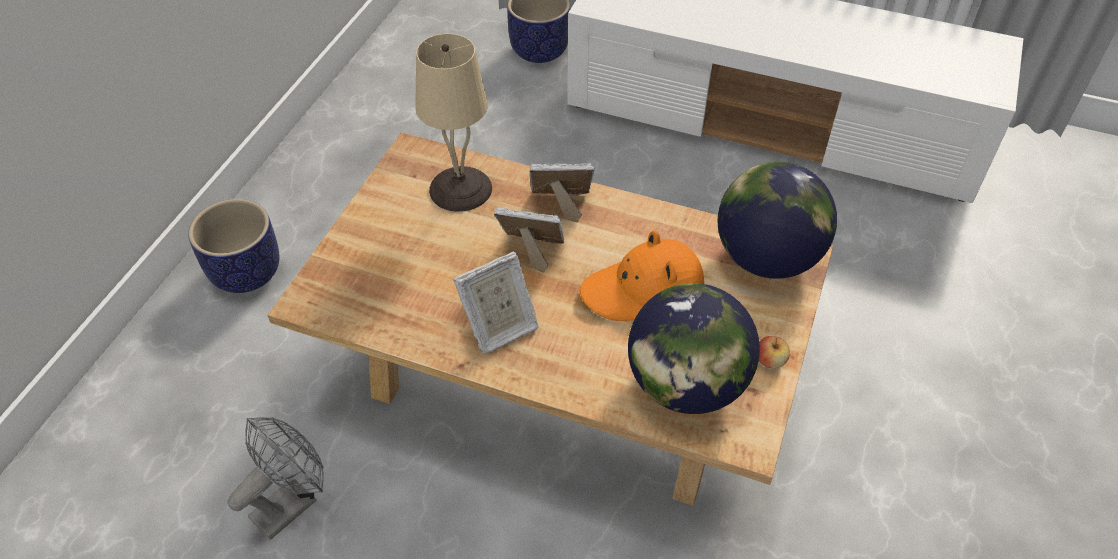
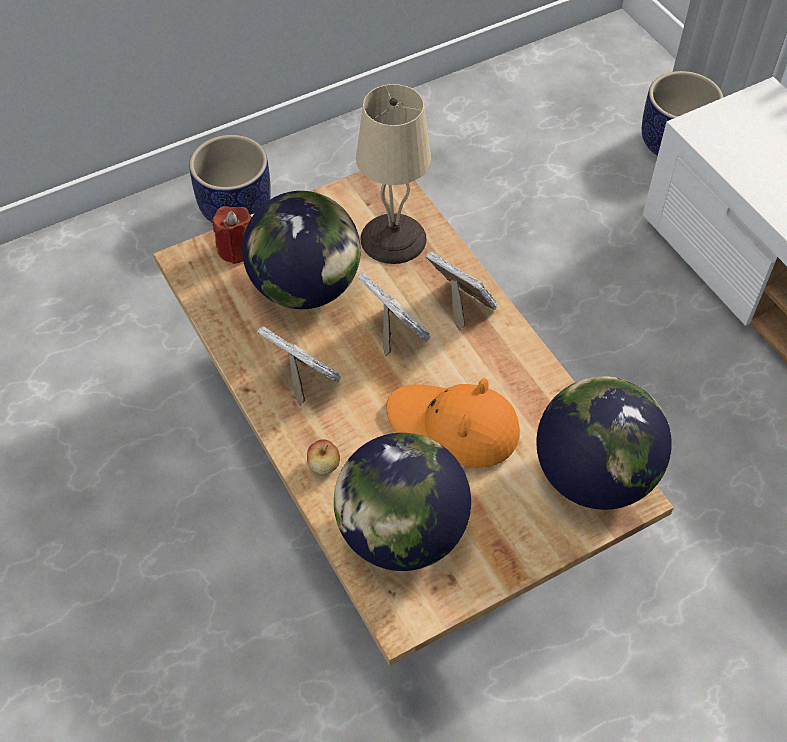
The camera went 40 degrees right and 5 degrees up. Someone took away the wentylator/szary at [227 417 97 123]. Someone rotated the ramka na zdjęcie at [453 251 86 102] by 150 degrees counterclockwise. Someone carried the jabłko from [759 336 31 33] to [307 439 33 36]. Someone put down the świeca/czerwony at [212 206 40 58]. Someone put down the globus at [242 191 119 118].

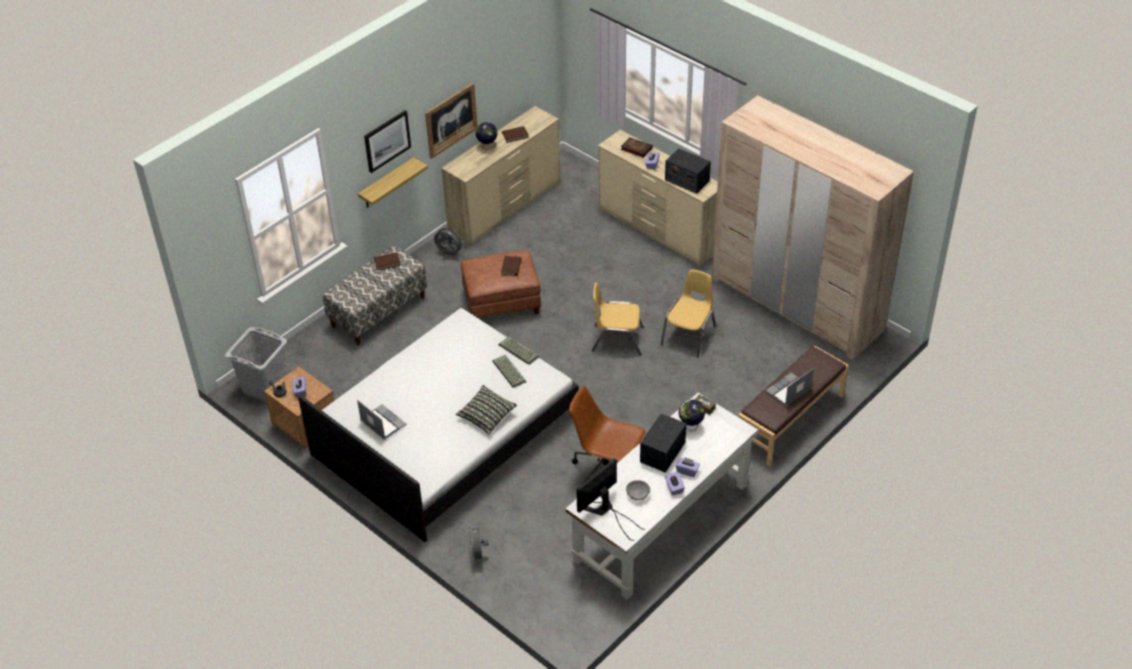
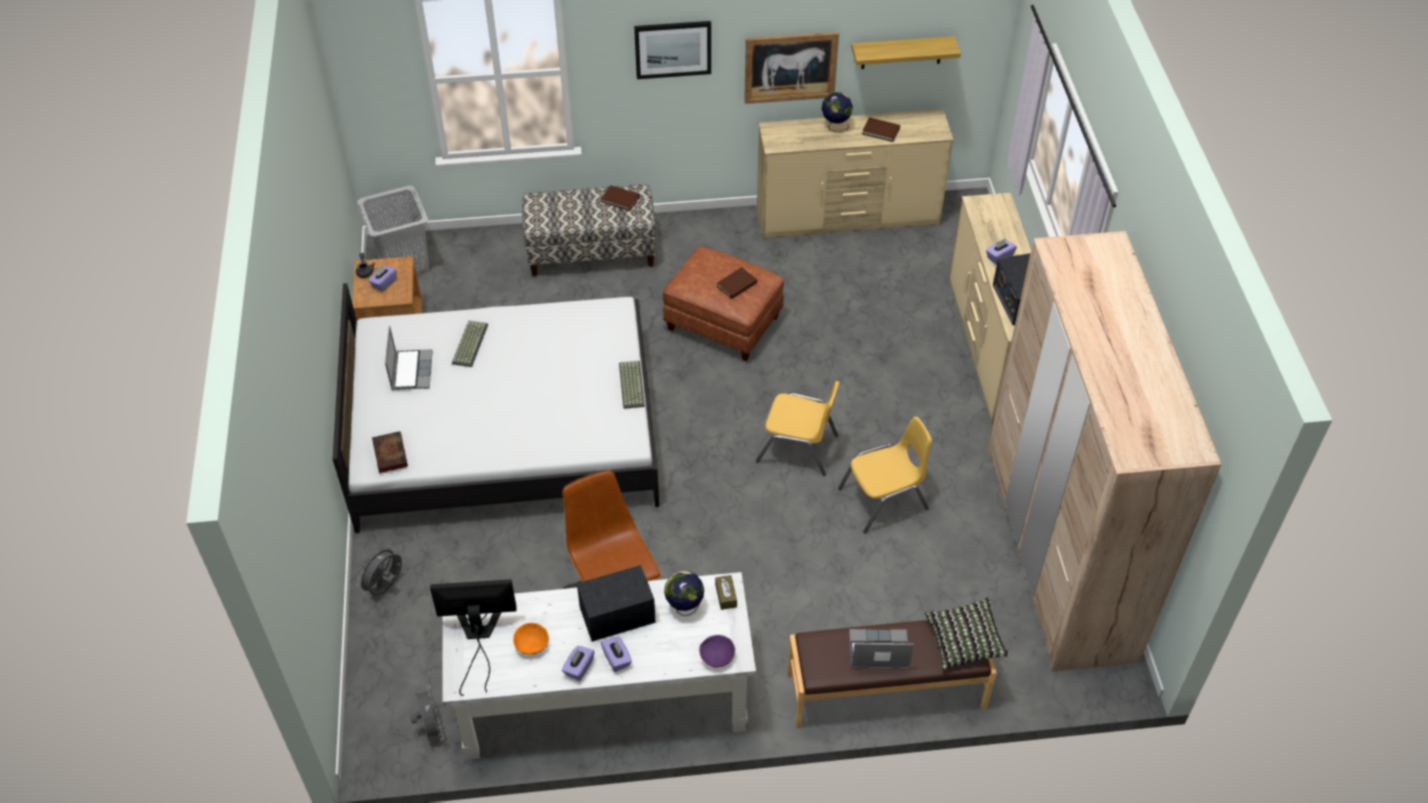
The camera went 40 degrees right and 5 degrees up. Someone carried the półka from [358 157 70 51] to [851 36 110 33]. Someone carried the wentylator/szary from [434 226 30 29] to [410 684 34 57]. Someone carried the poduszka from [456 385 61 50] to [925 597 84 73]. Someone carried the klawiatura from [492 355 34 33] to [452 321 36 46]. Someone rotated the krzesło/żółty at [592 283 52 72] by 150 degrees clockwise. Someone carried the książka from [621 137 32 21] to [372 431 36 42]. Someone repainted the miska/szary at [626 480 24 20], which became the miska/pomarańczowy at [513 623 36 32]. Someone put down the miska/fioletowy at [699 635 36 33].

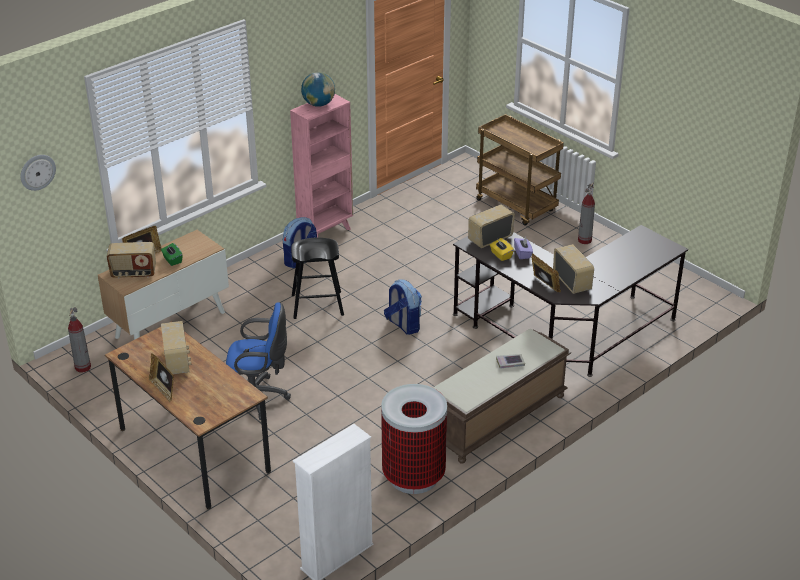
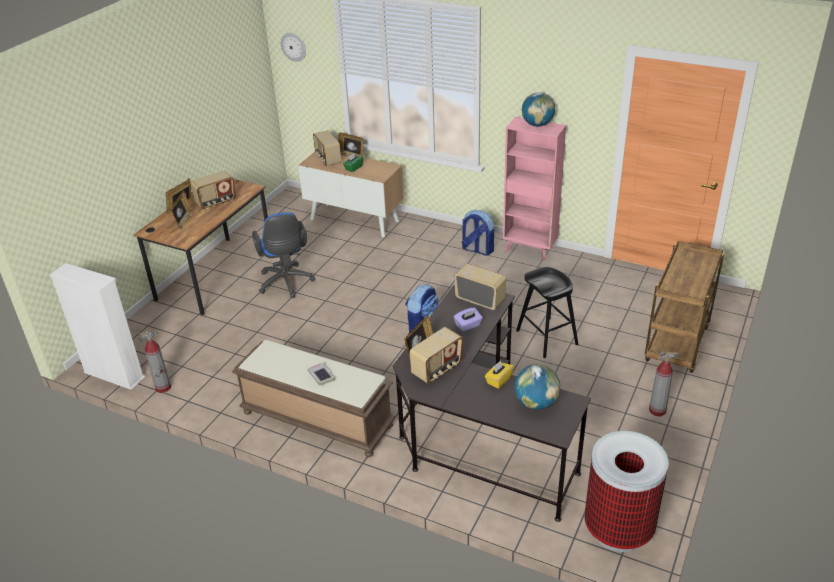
The camera went 70 degrees right and 0 degrees up. Someone carried the gaśnica from [68 307 23 65] to [138 331 33 62]. Someone carried the stołek/czarny from [291 238 53 81] to [516 267 62 91]. Someone carried the kosz na śmieci from [381 384 66 110] to [585 431 84 121]. Someone carried the pudełko chusteczek/żółty from [490 238 24 23] to [485 360 29 29]. Someone put down the ramka na zdjęcie at [171 191 23 39]. Someone put down the globus at [515 364 45 46].

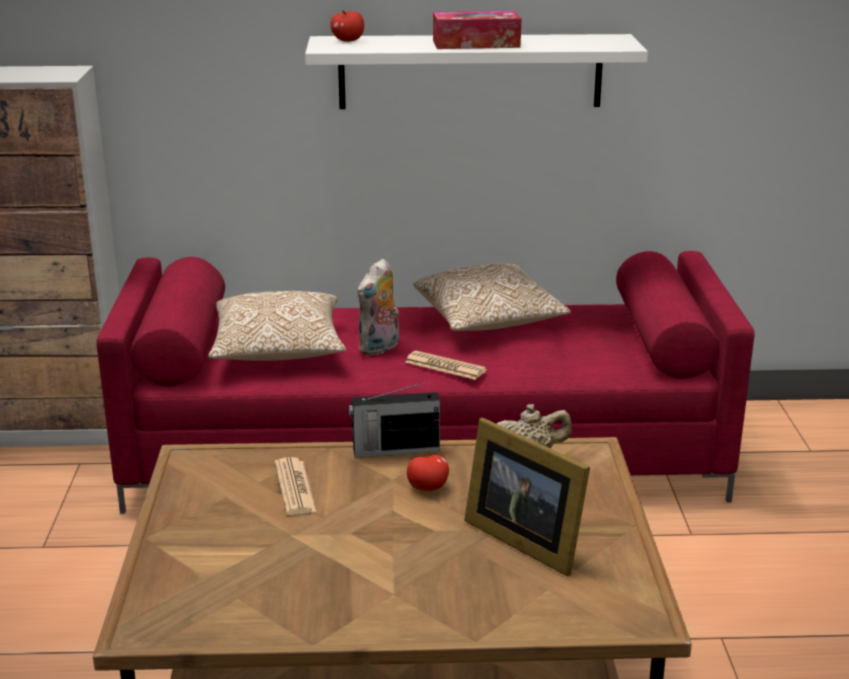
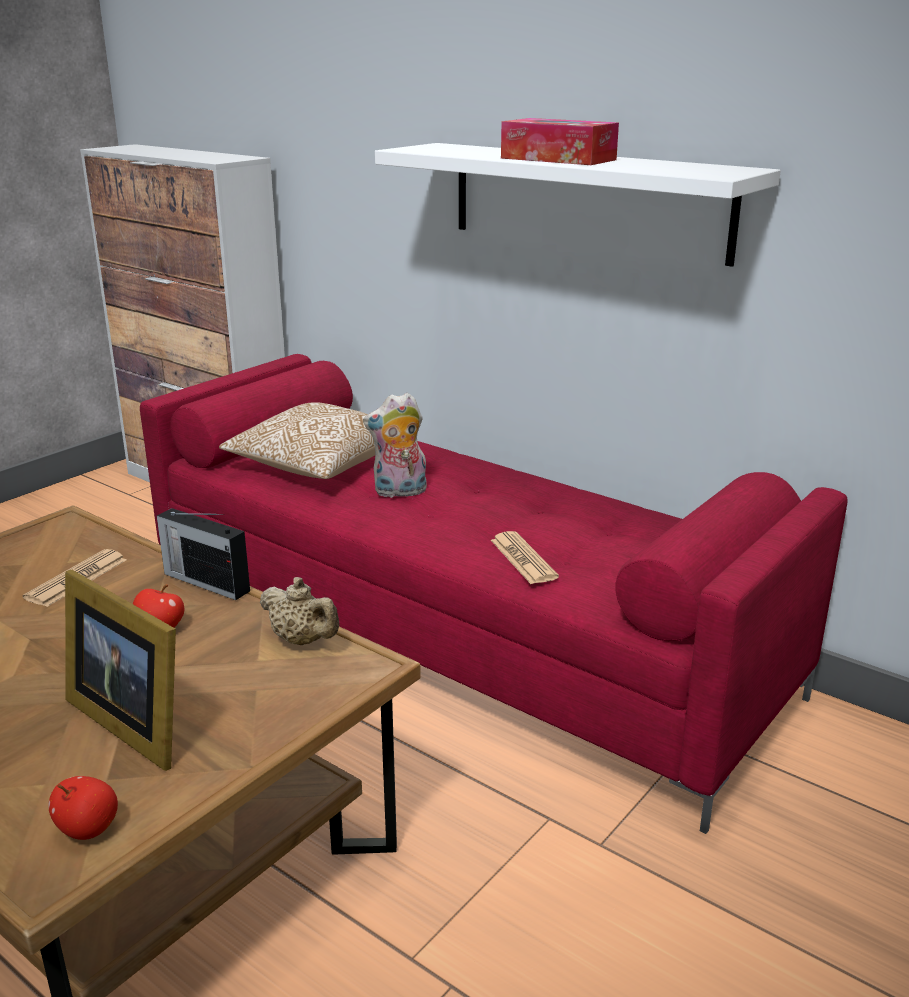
The camera went 40 degrees right and 0 degrees up. Someone carried the jabłko from [330 10 34 32] to [48 776 70 64]. Someone carried the gazeta from [405 351 82 29] to [491 531 68 53]. Someone took away the poduszka at [413 264 158 67]. Someone rotated the ramka na zdjęcie at [464 418 126 159] by 45 degrees counterclockwise.

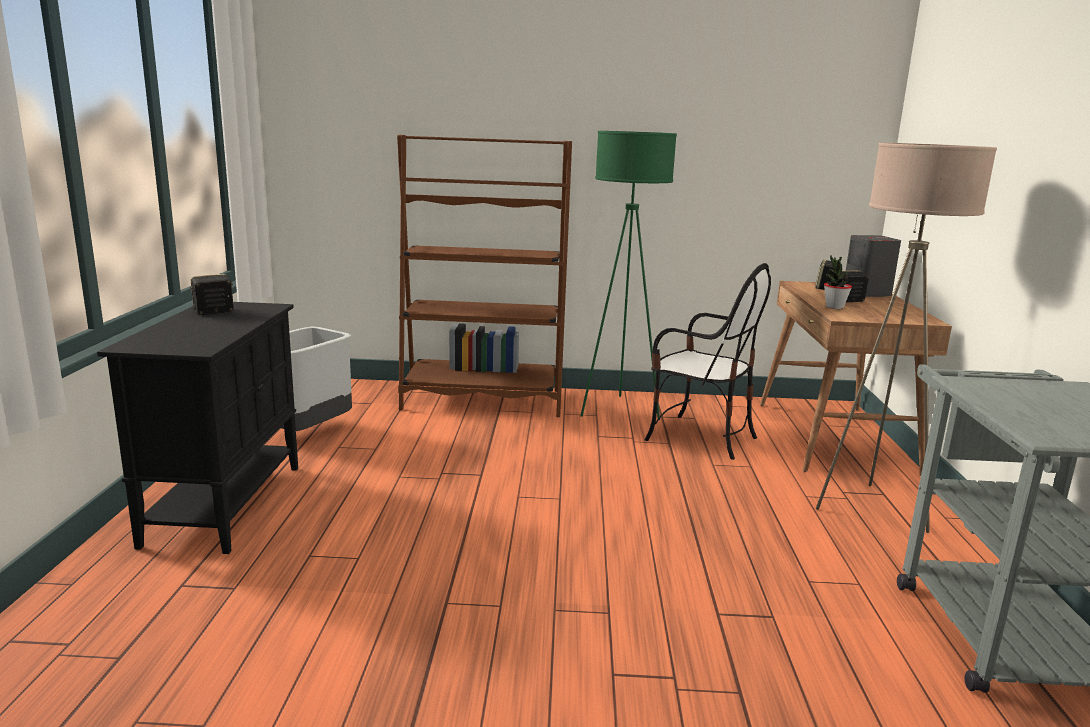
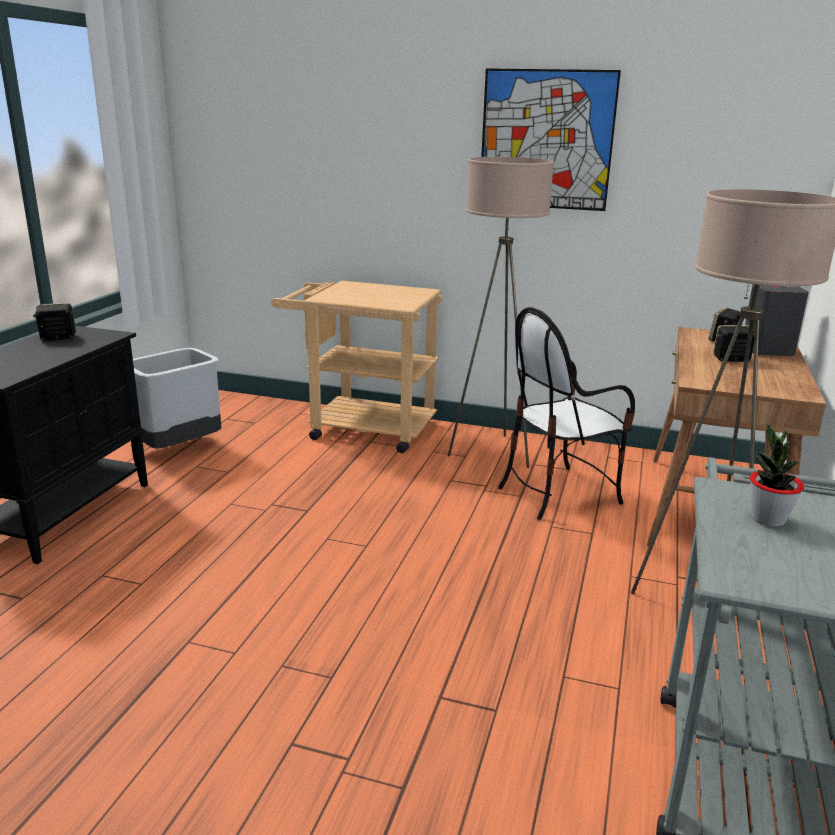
The camera went 15 degrees right and 5 degrees up. Someone swapped the regał/brązowy at [397 135 175 282] for the wózek/beżowy at [271 281 171 172]. Someone repainted the lampa stojąca/zielony at [580 131 97 289], which became the lampa stojąca/beżowy at [448 157 106 311]. Someone rotated the krzesło at [644 263 127 197] by 105 degrees clockwise. Someone carried the roślina doniczkowa from [824 255 28 54] to [750 423 54 104]. Someone put up the obraz at [481 68 140 143].

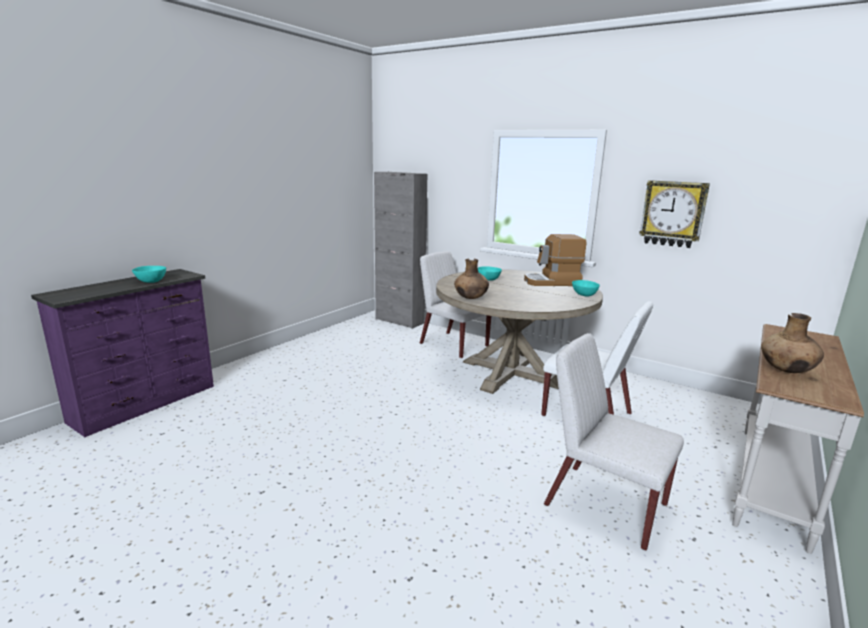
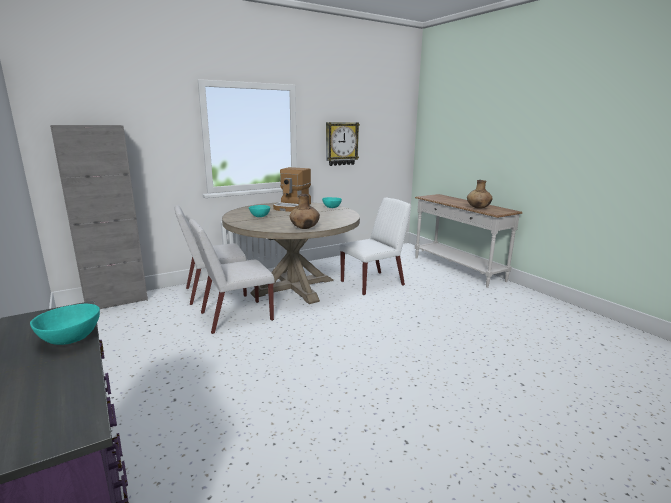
The camera went 65 degrees left and 0 degrees up. Someone carried the krzesło/biały from [544 333 140 217] to [189 219 86 115].

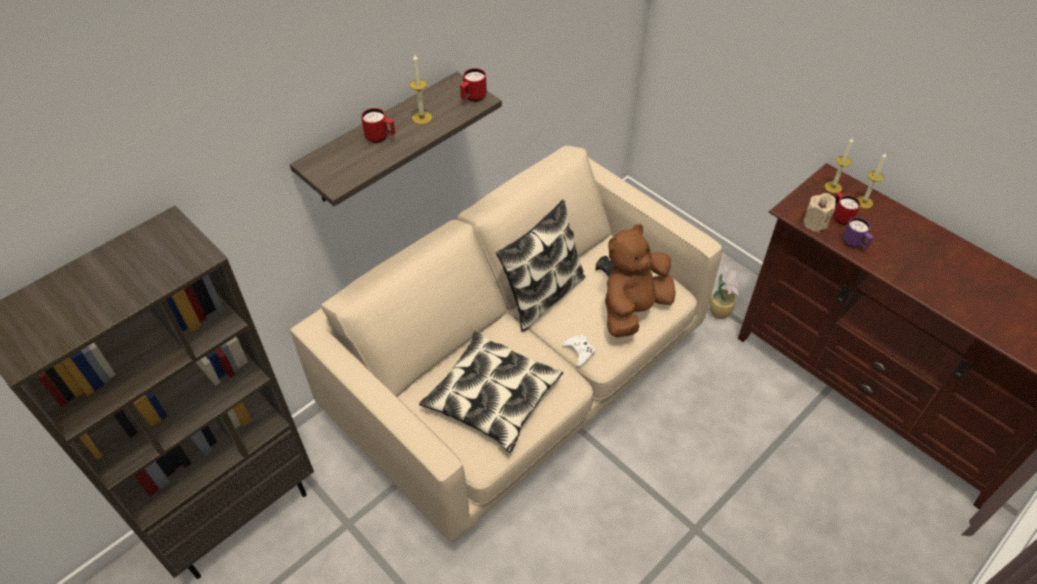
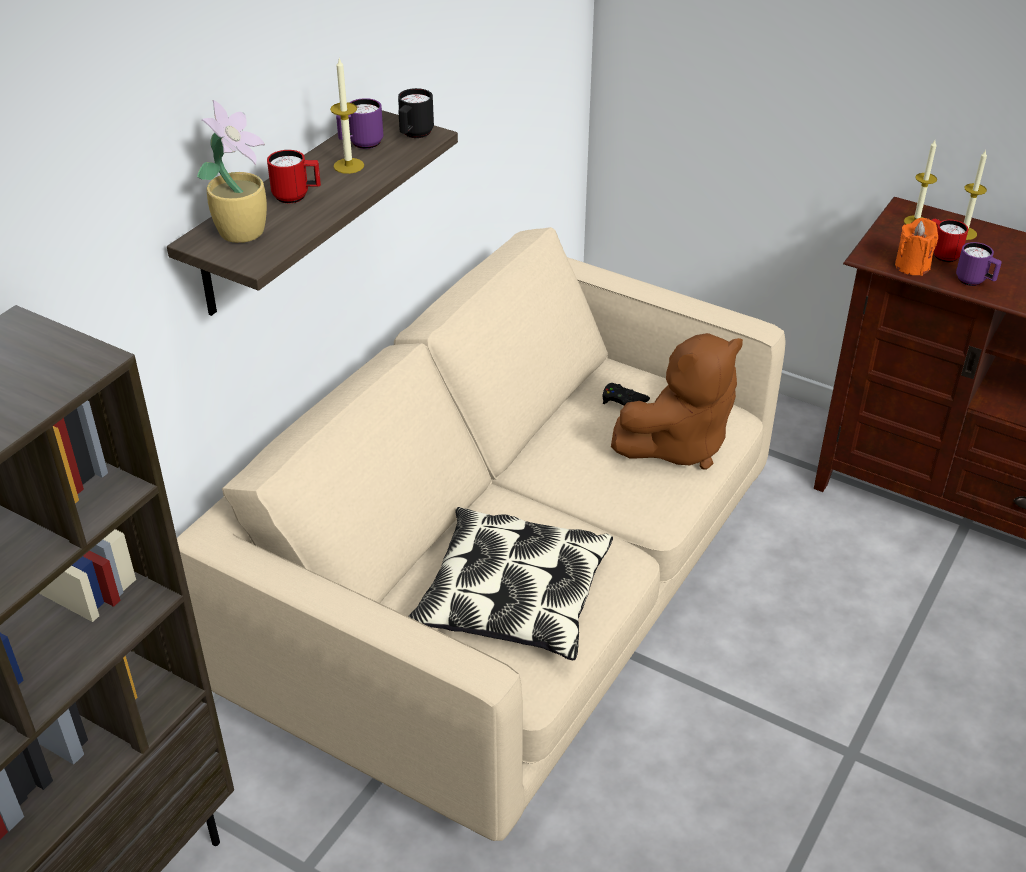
The camera went 15 degrees left and 10 degrees down. Someone repainted the kubek/czerwony at [460 68 27 34], which became the kubek/czarny at [398 88 36 50]. Someone took away the poduszka at [496 200 90 132]. Someone took away the pad do gier/biały at [562 335 33 32]. Someone rotated the pluszak/brązowy at [605 224 71 114] by 150 degrees counterclockwise. Someone carried the roślina doniczkowa from [710 267 31 52] to [197 100 70 143]. Someone repainted the świeca/beżowy at [803 193 33 40], which became the świeca/pomarańczowy at [895 218 43 58]. Someone put down the kubek/fioletowy at [336 98 47 51].

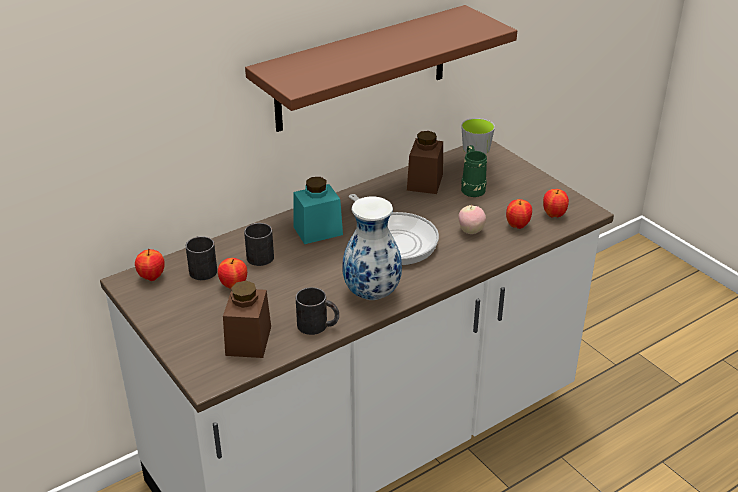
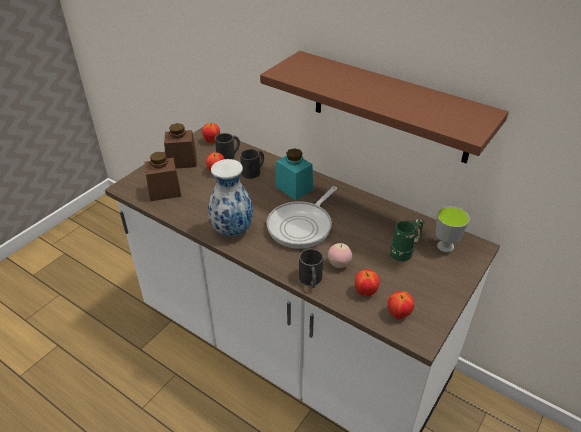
The camera went 70 degrees right and 5 degrees up. Someone carried the kubek/czarny from [296 287 43 48] to [299 249 24 39]. Someone carried the słoik/brązowy from [407 131 36 63] to [164 123 33 46].

